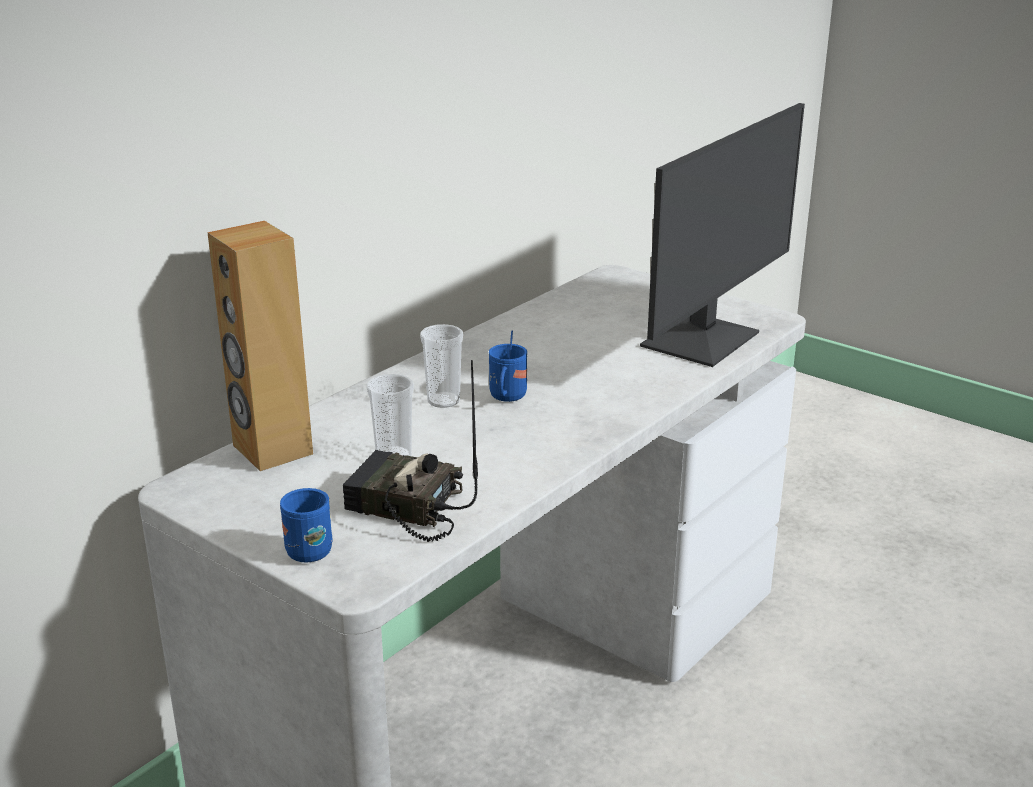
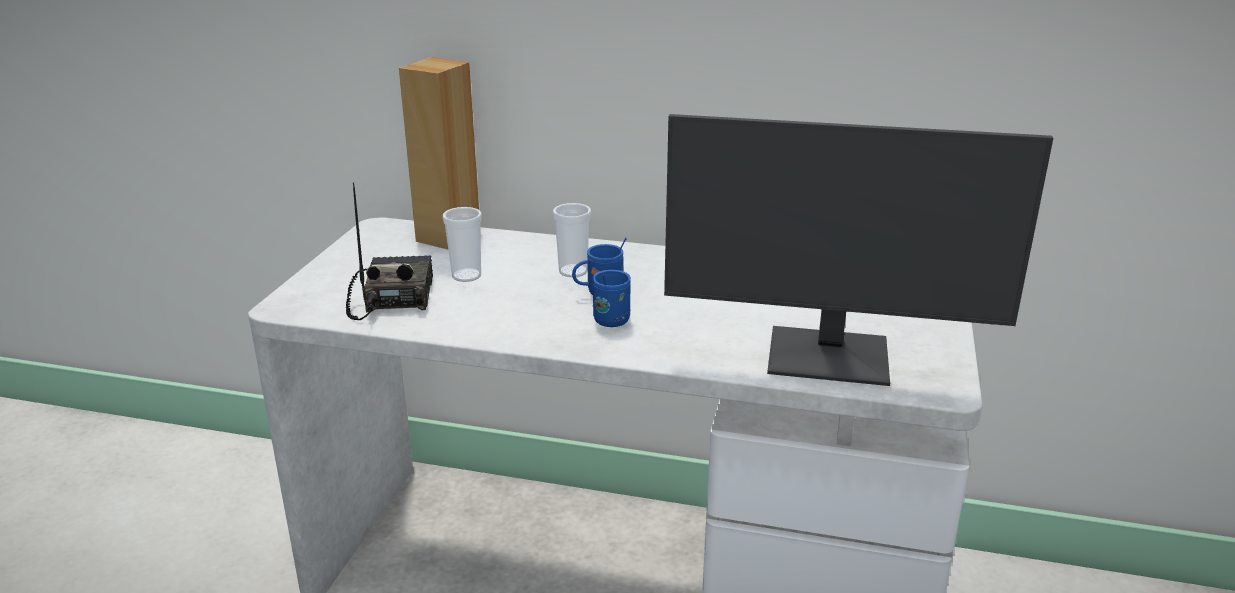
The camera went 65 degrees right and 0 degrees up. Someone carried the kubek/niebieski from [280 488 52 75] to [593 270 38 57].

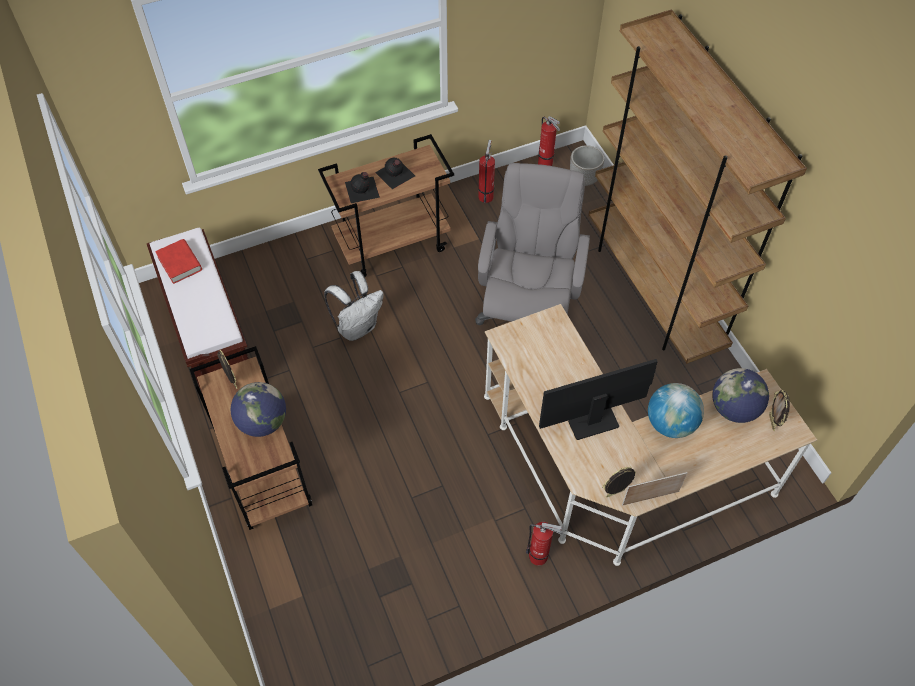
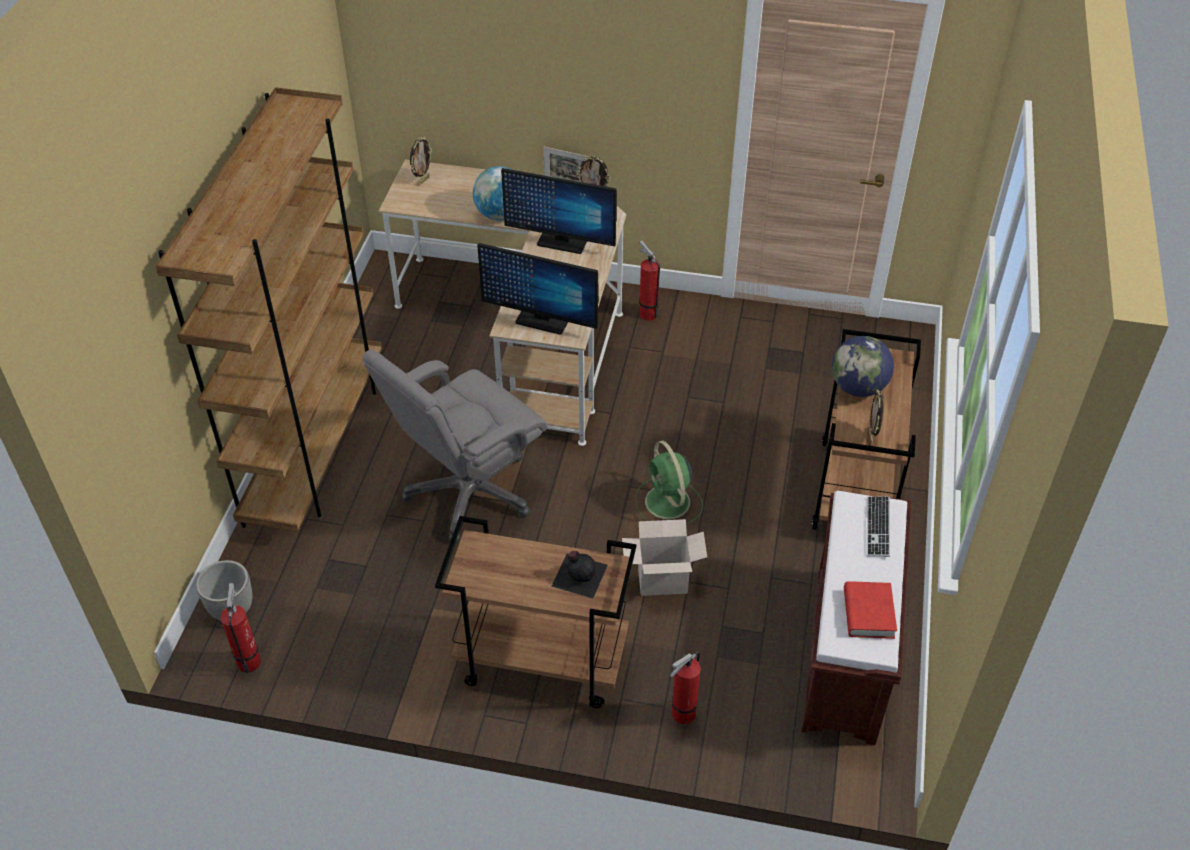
The camera went 145 degrees left and 10 degrees down. Someone swapped the plecak/biały at [324 271 59 70] for the karton at [622 519 85 77]. Someone took away the butelka/czarny at [375 158 40 31]. Someone carried the gaśnica from [478 140 17 63] to [670 651 31 73]. Someone took away the globus at [712 368 57 55]. Someone put down the monitor at [477 243 122 92]. Someone put down the wentylator/zielony at [635 441 68 84]. Someone put down the klawiatura at [866 496 24 61].

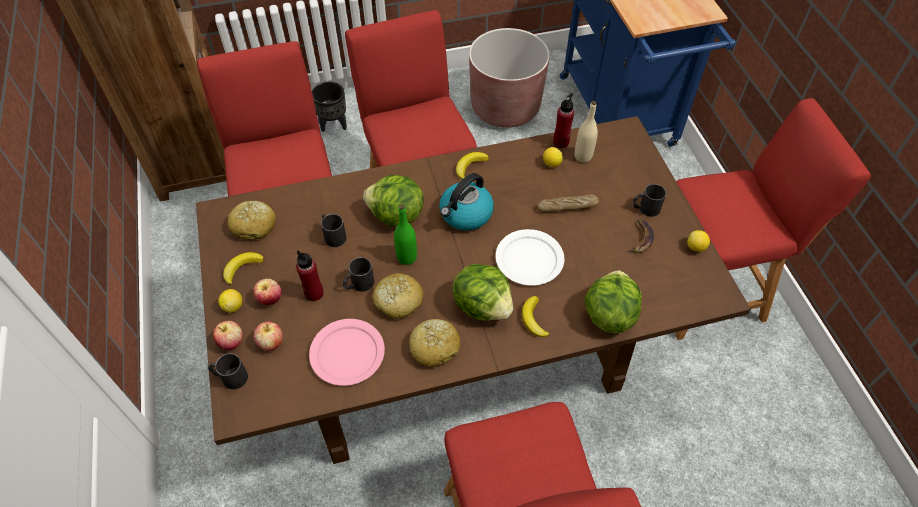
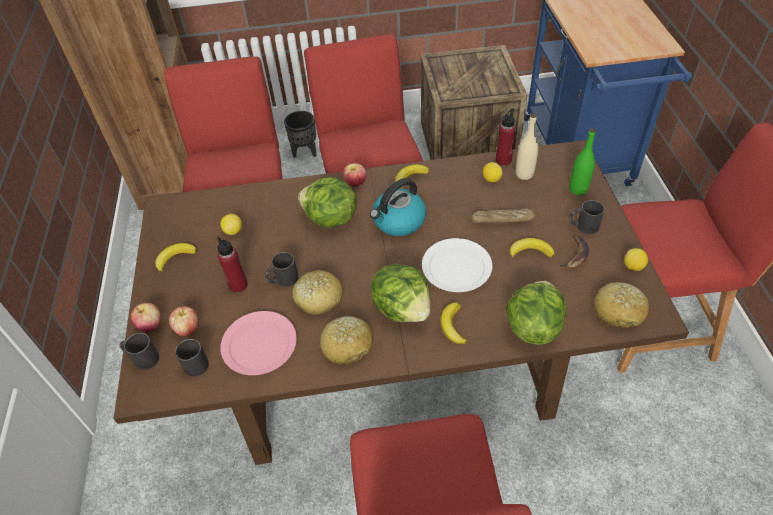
The camera went 10 degrees right and 5 degrees down. Someone carried the cytryna from [218 289 24 24] to [220 214 22 21]. Someone carried the chleb from [227 201 49 39] to [594 282 55 46]. Someone carried the jabłko from [253 279 29 26] to [343 163 24 24]. Someone carried the kubek/czarny from [321 214 25 33] to [175 338 34 39]. Someone carried the butelka/zielony from [394 204 23 61] to [569 128 27 67]. Someone swapped the donica/brązowy at [469 28 81 100] for the skrzynka at [421 45 107 115]. Someone put down the banan at [510 238 45 20].

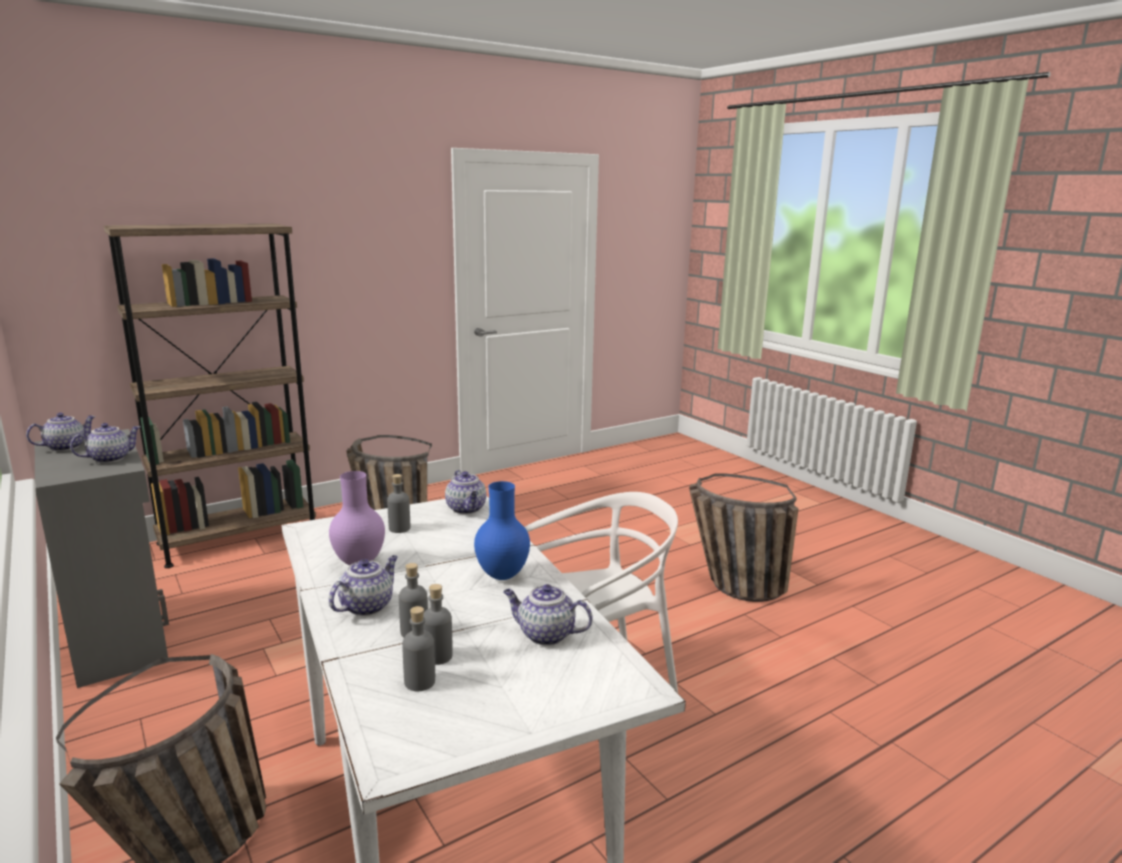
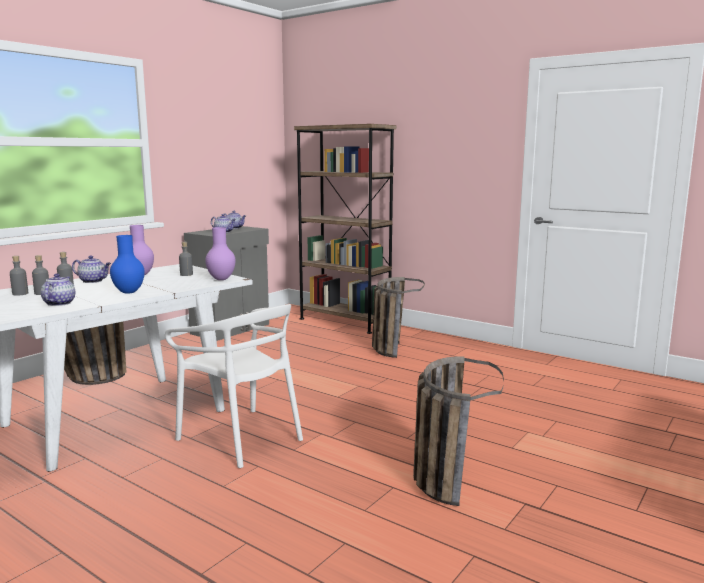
The camera went 70 degrees right and 5 degrees down. Someone swapped the imbryk at [445 470 42 44] for the wazon/fioletowy at [205 227 31 53].

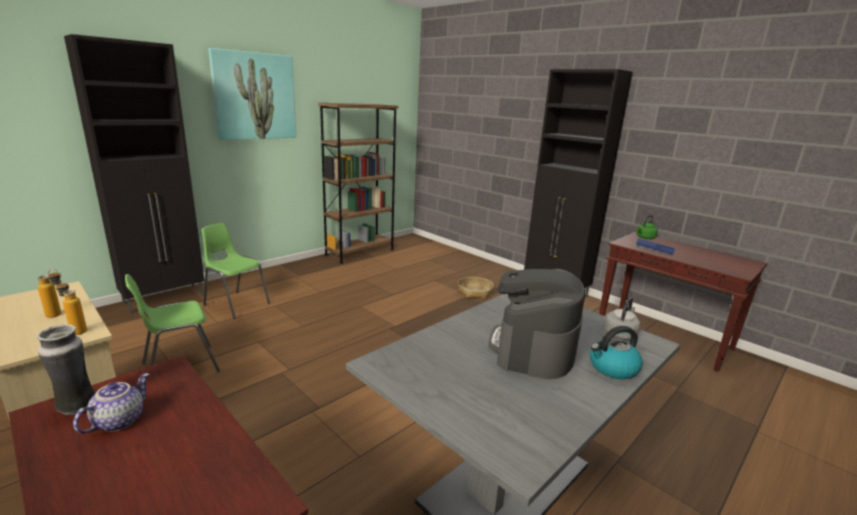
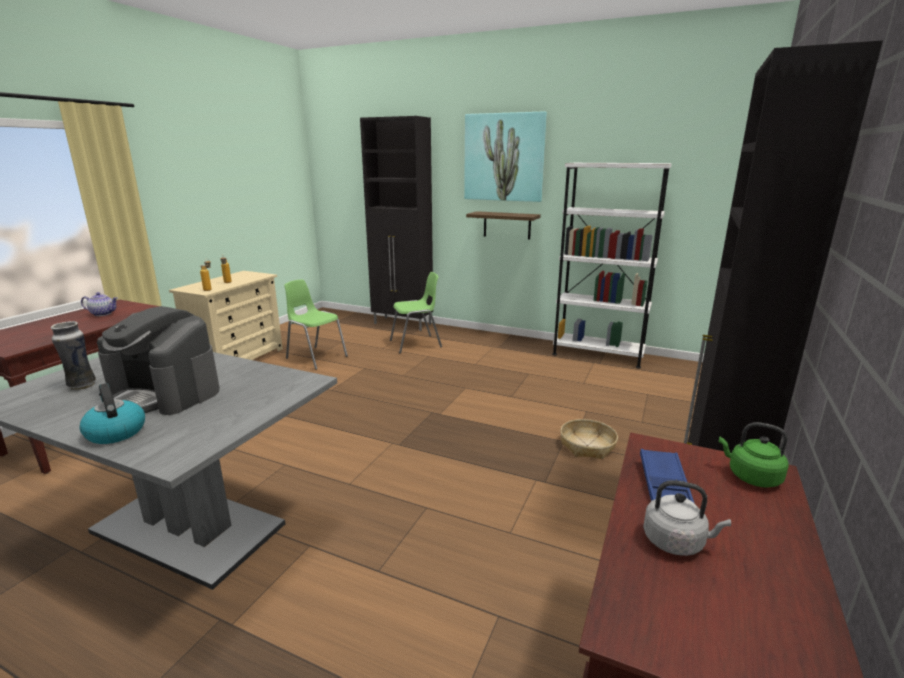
The camera went 70 degrees right and 0 degrees up. Someone carried the wazon from [37 324 58 91] to [51 321 45 69]. Someone rotated the krzesło/zielony at [201 223 69 96] by 60 degrees clockwise. Someone repainted the regał/brązowy at [318 103 80 161], which became the regał/biały at [552 163 120 206]. Someone rotated the ekspres do kawy at [488 269 97 110] by 150 degrees counterclockwise. Someone carried the czajnik/szary from [604 297 37 43] to [643 480 88 76]. Someone put up the półka at [466 211 75 29].

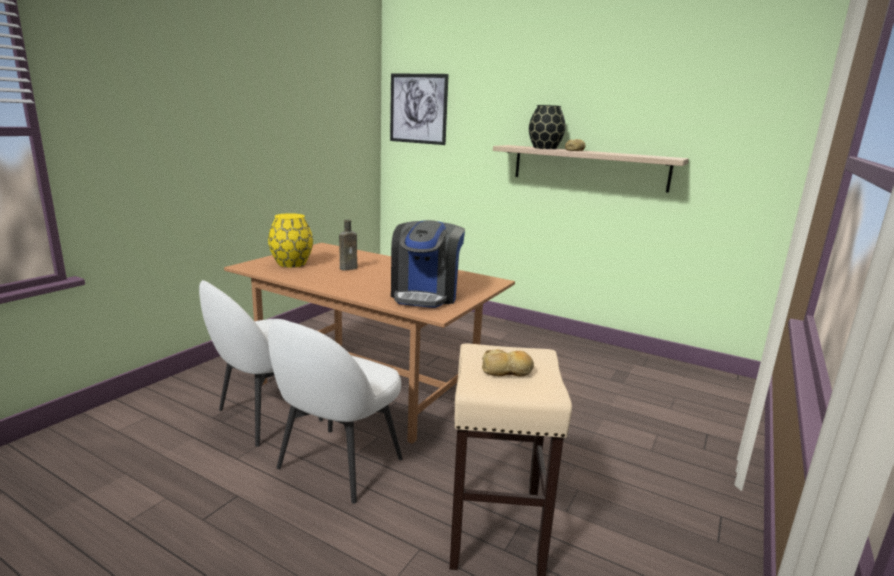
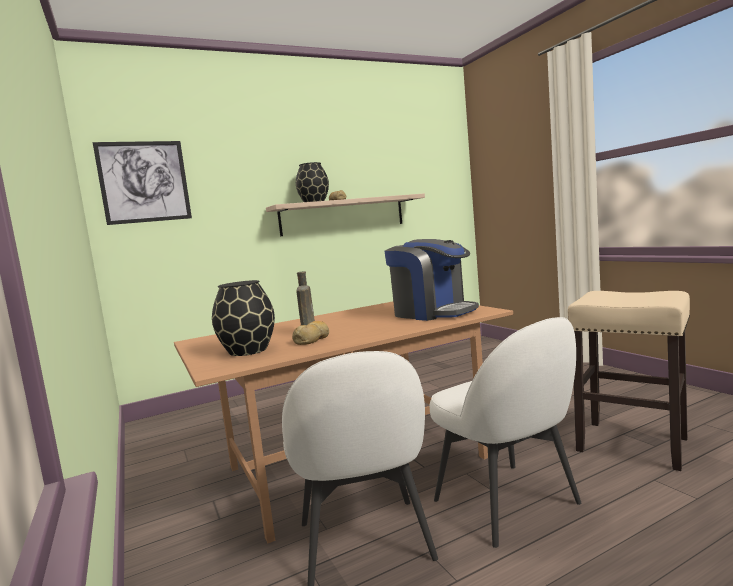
The camera went 55 degrees left and 10 degrees down. Someone repainted the wazon/żółty at [268 213 45 55], which became the wazon/czarny at [212 280 63 76]. Someone carried the chleb from [482 349 52 28] to [292 321 37 24].

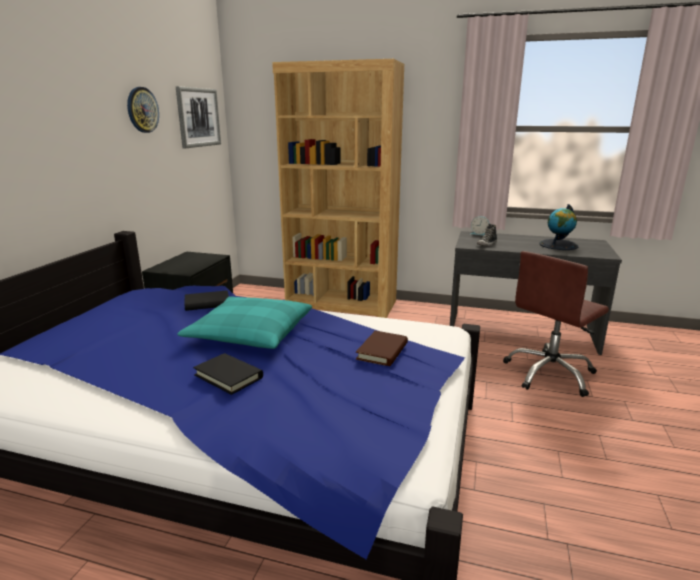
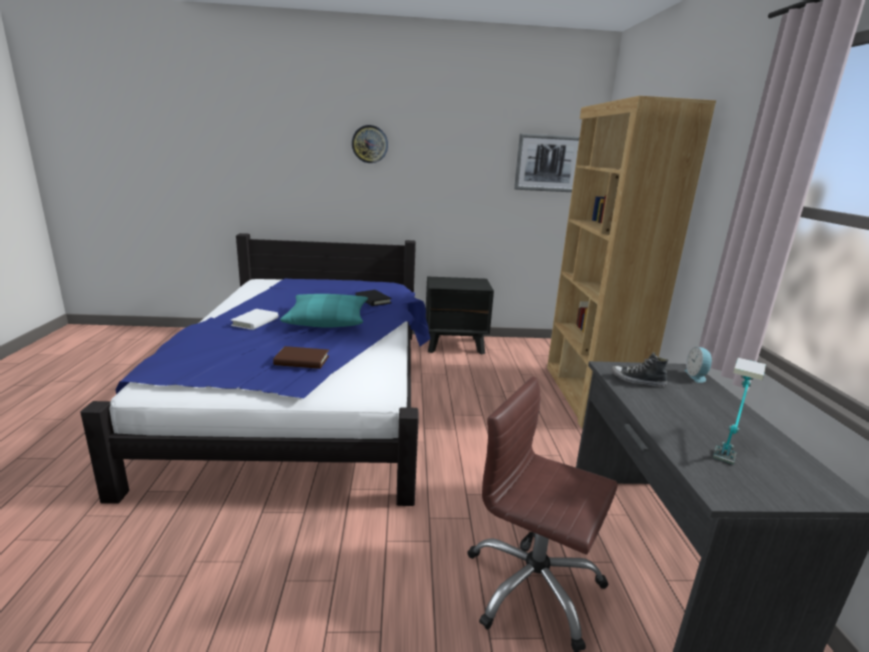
The camera went 70 degrees right and 0 degrees up. Someone carried the zegar ścienny from [127 87 32 46] to [352 125 36 38]. Someone repainted the książka/czarny at [193 353 70 42], which became the książka/biały at [231 309 47 21]. Someone swapped the globus at [539 204 39 46] for the lampa stołowa at [713 358 53 106].

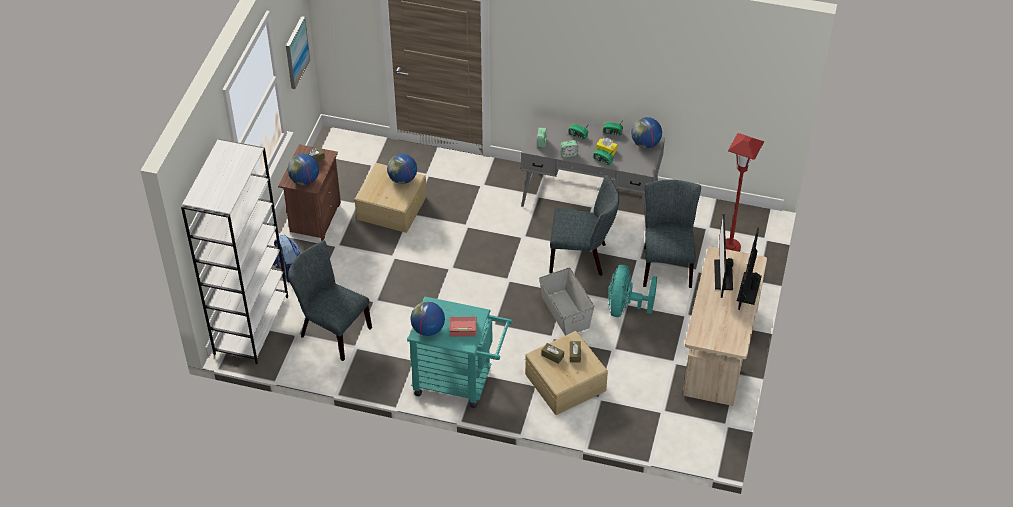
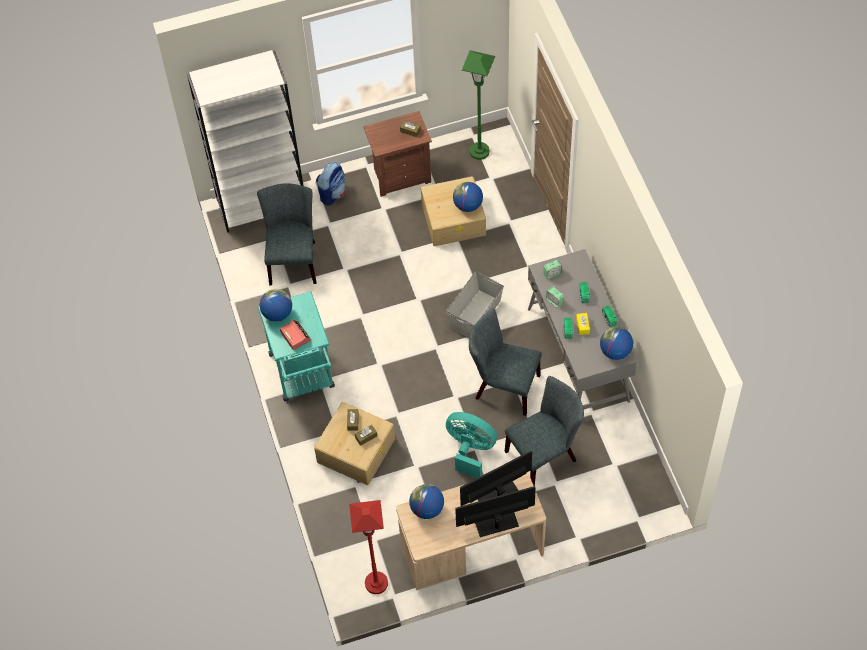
The camera went 60 degrees right and 10 degrees up. Someone took away the obraz at [286 16 24 73]. Someone carried the globus from [288 154 31 31] to [409 484 35 35]. Someone carried the pojemnik do przechowywania/szary from [539 268 55 68] to [446 271 58 67]. Someone rotated the krzesło/szary at [549 175 70 101] by 135 degrees clockwise. Someone rotated the wentylator/turkusowy at [608 265 49 52] by 45 degrees clockwise. Someone carried the lampa stojąca/czerwony from [725 133 39 119] to [349 500 39 94]. Someone put down the lampa stojąca/zielony at [462 50 33 110].

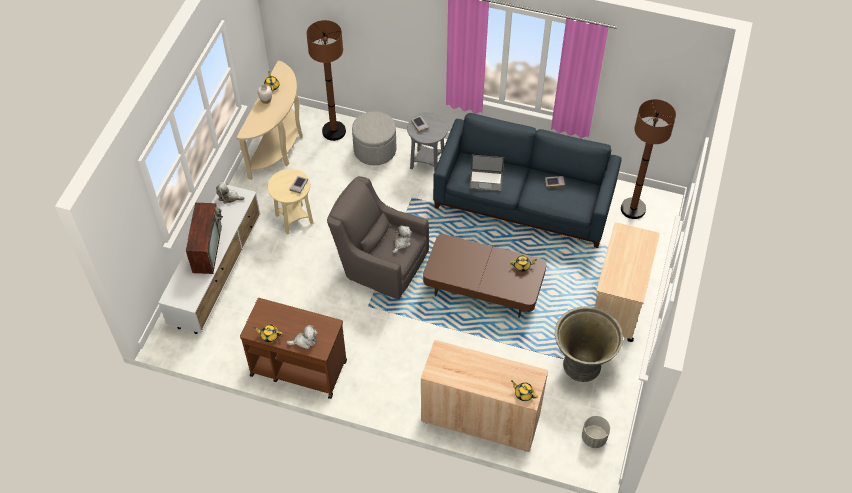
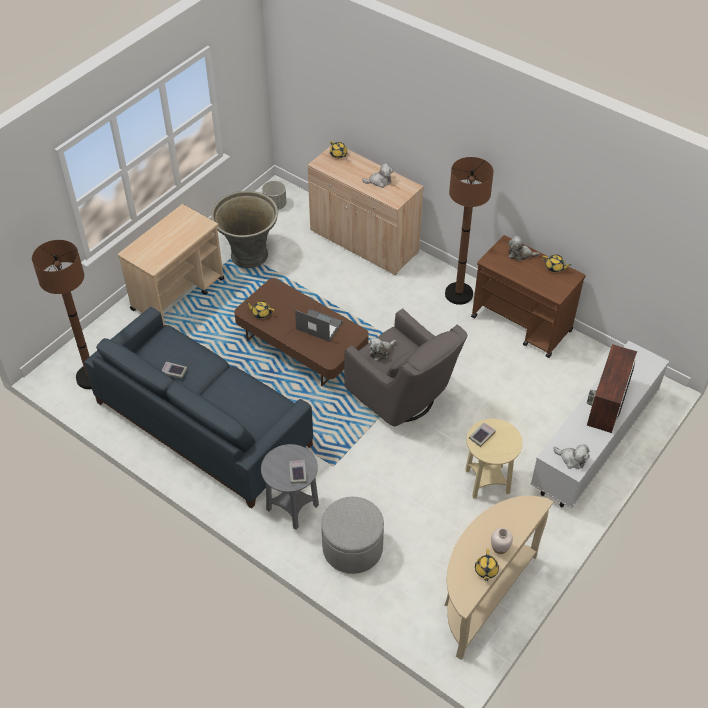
The camera went 160 degrees left and 5 degrees down. Someone carried the lampa stojąca/brązowy from [306 20 40 121] to [445 157 49 148]. Someone carried the laptop from [469 155 35 37] to [295 309 48 33]. Someone put down the pluszak at [362 163 32 25].

